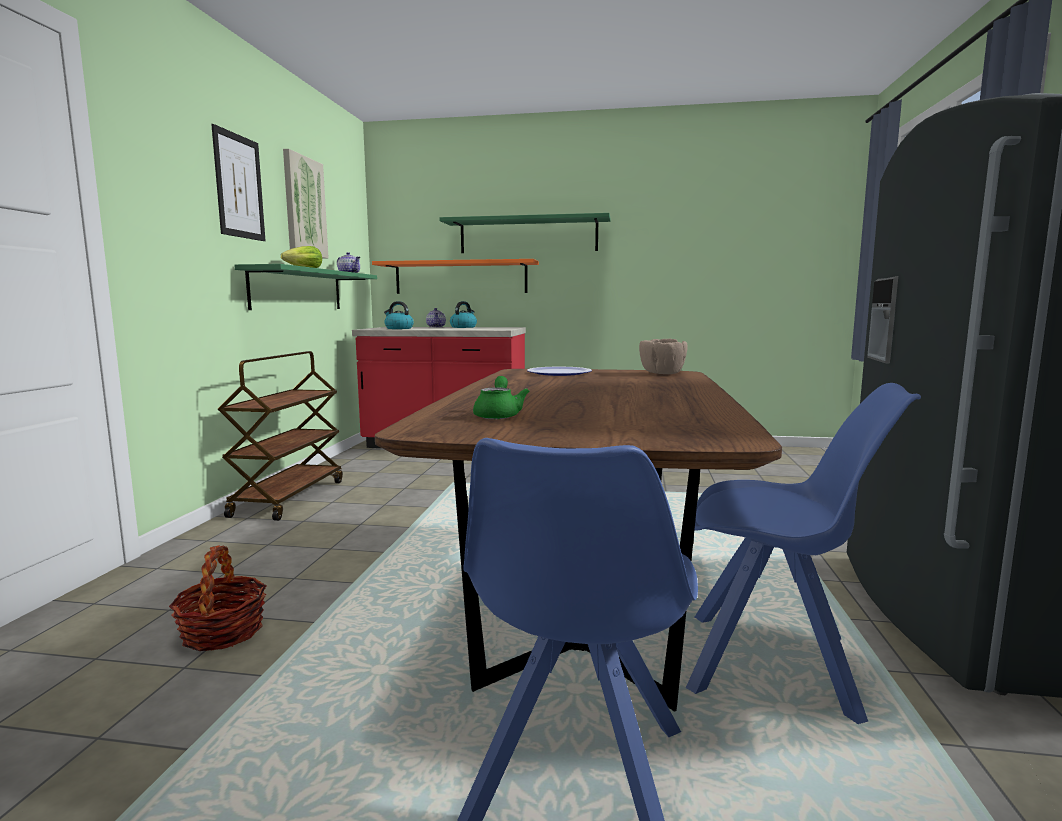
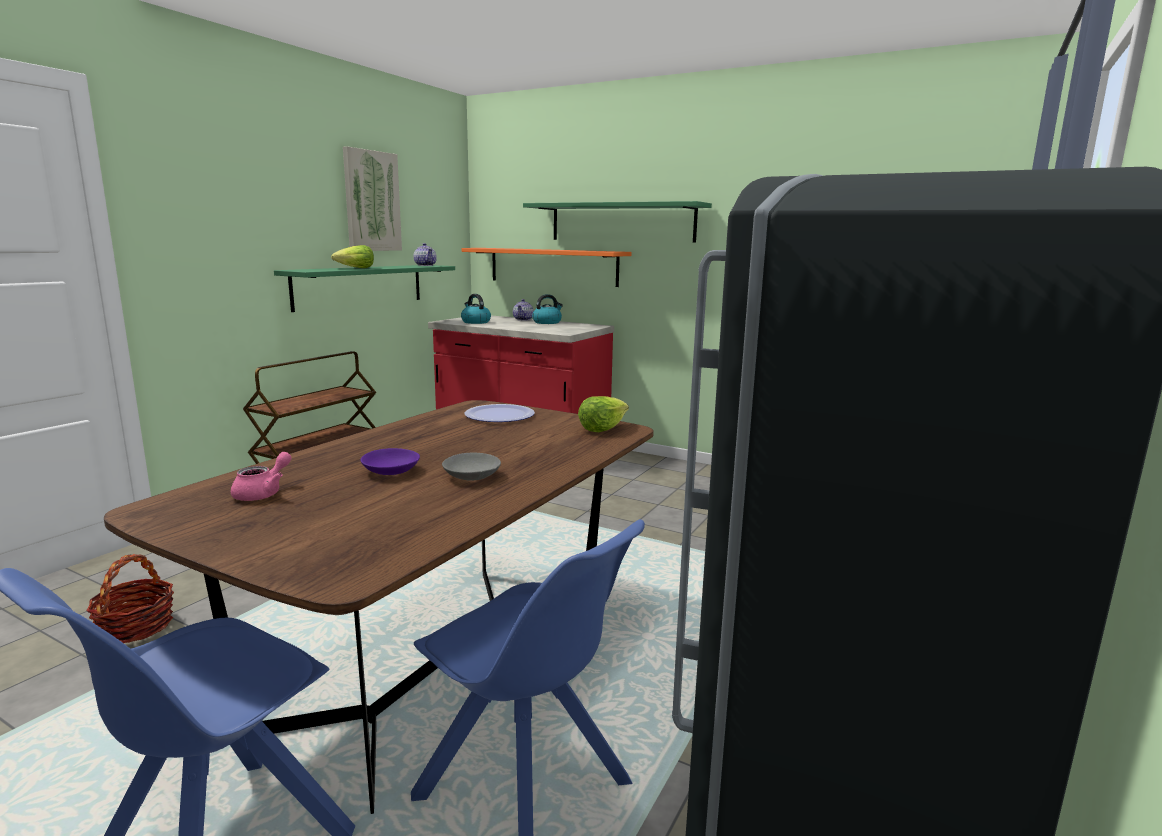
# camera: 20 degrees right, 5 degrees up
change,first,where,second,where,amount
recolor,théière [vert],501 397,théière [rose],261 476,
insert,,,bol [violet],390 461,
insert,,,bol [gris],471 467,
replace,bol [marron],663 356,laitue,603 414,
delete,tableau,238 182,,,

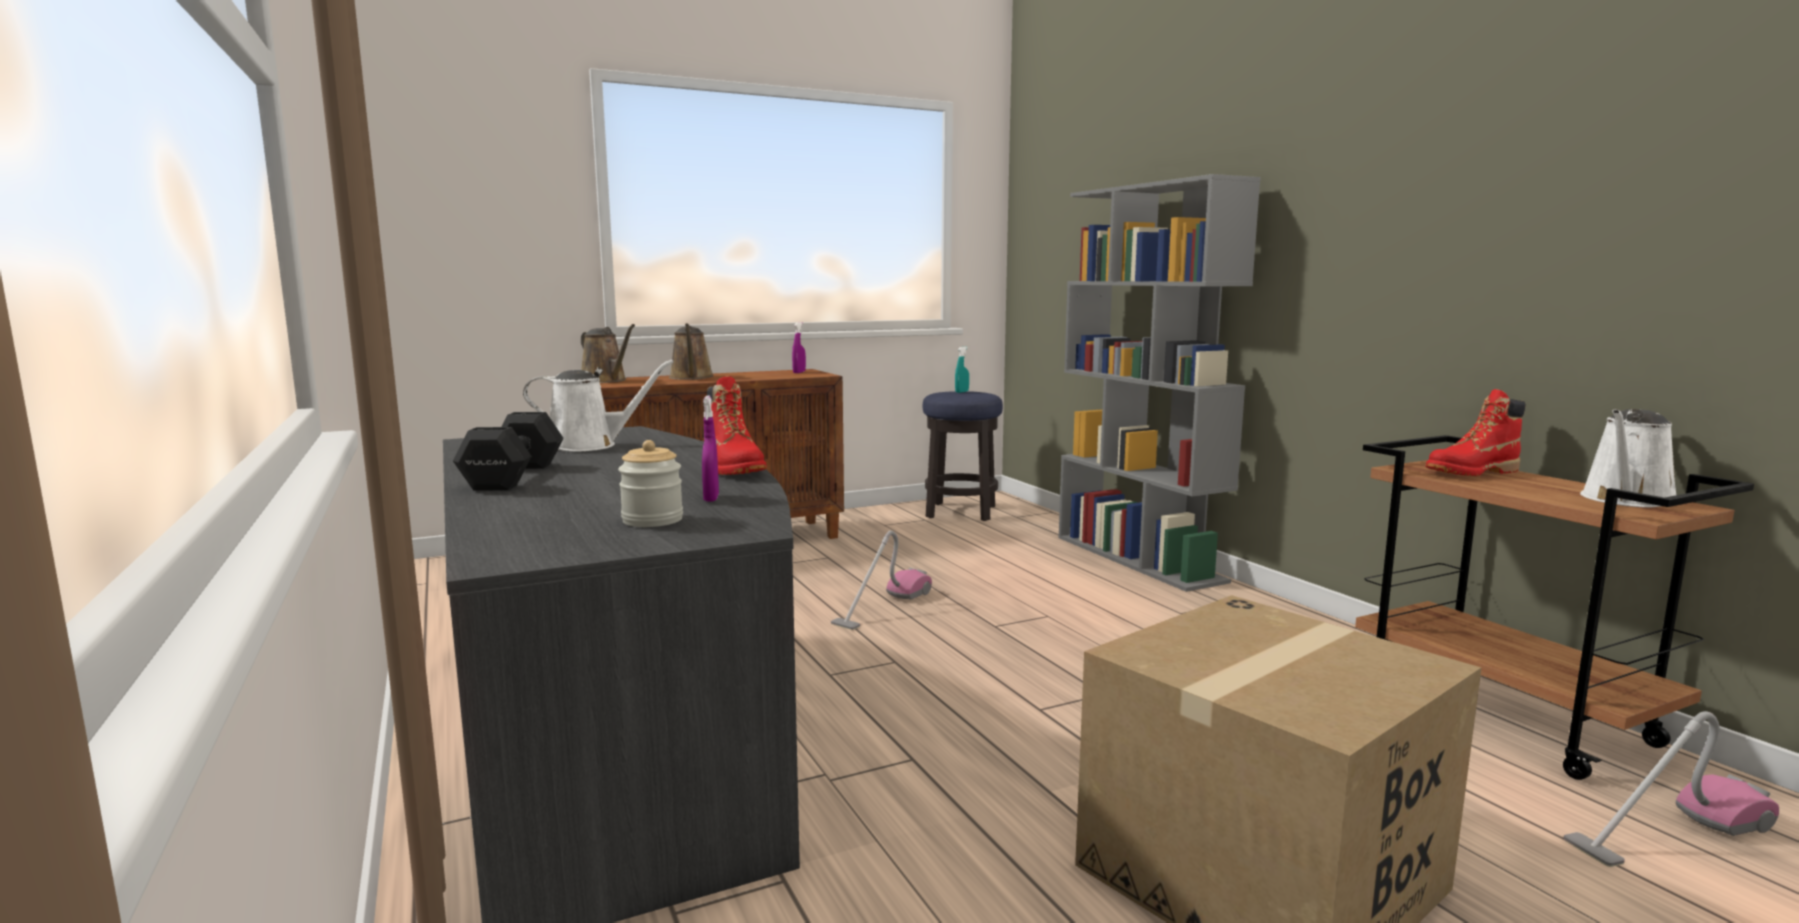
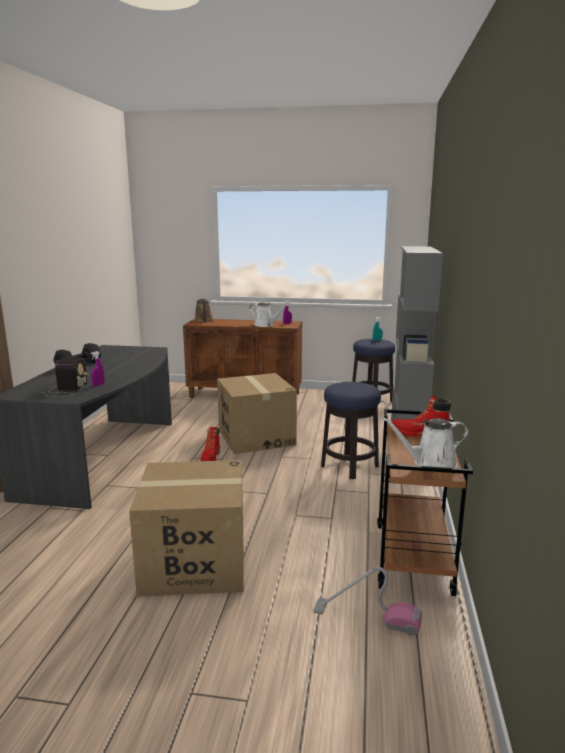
# camera: 35 degrees right, 5 degrees up
change,first,where,second,where,amount
replace,bocal,650 483,radio,63 377,
move,botte [rouge],737 425,,210 444,
replace,aspirateur,881 580,carton,257 413,
move,arrosoir [blanc],598 406,,269 314,
insert,,,tabouret,351 430,
delete,arrosoir [marron],691 351,,,

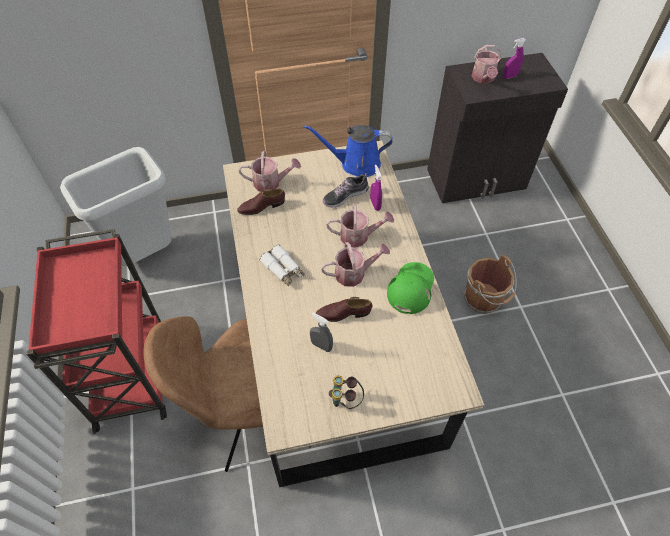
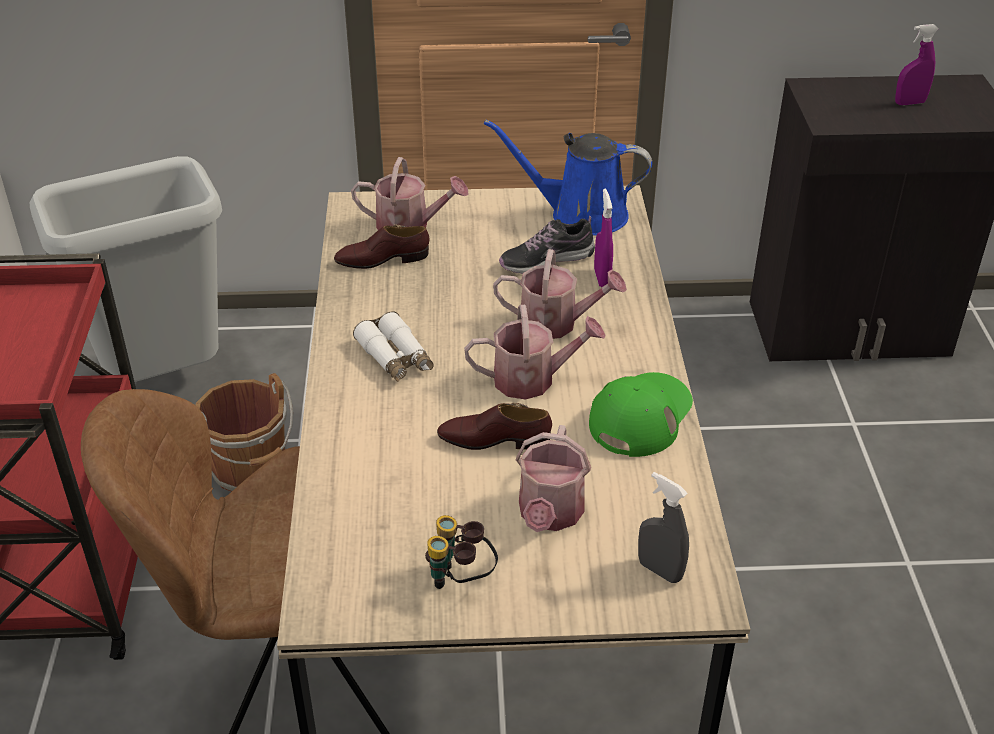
# camera: 10 degrees right, 15 degrees down
change,first,where,second,where,amount
move,seau [marron],490 284,,244 432,
move,arrosoir,486 64,,553 478,
move,vaporisateur [gris],321 332,,663 527,

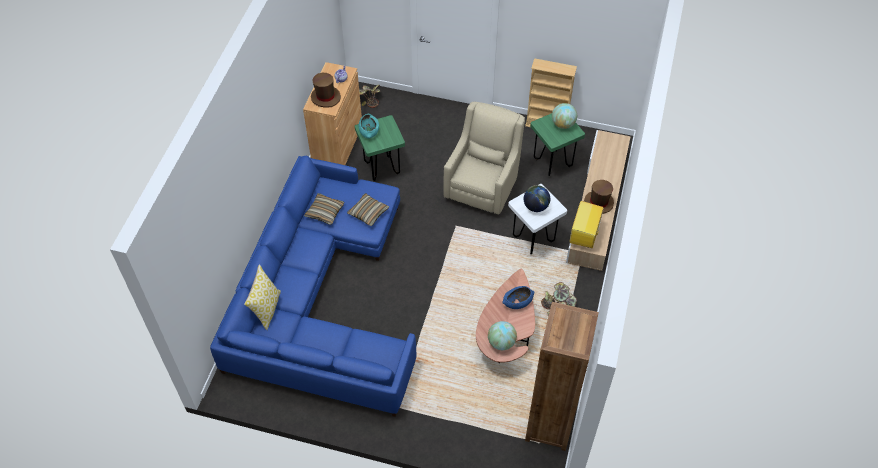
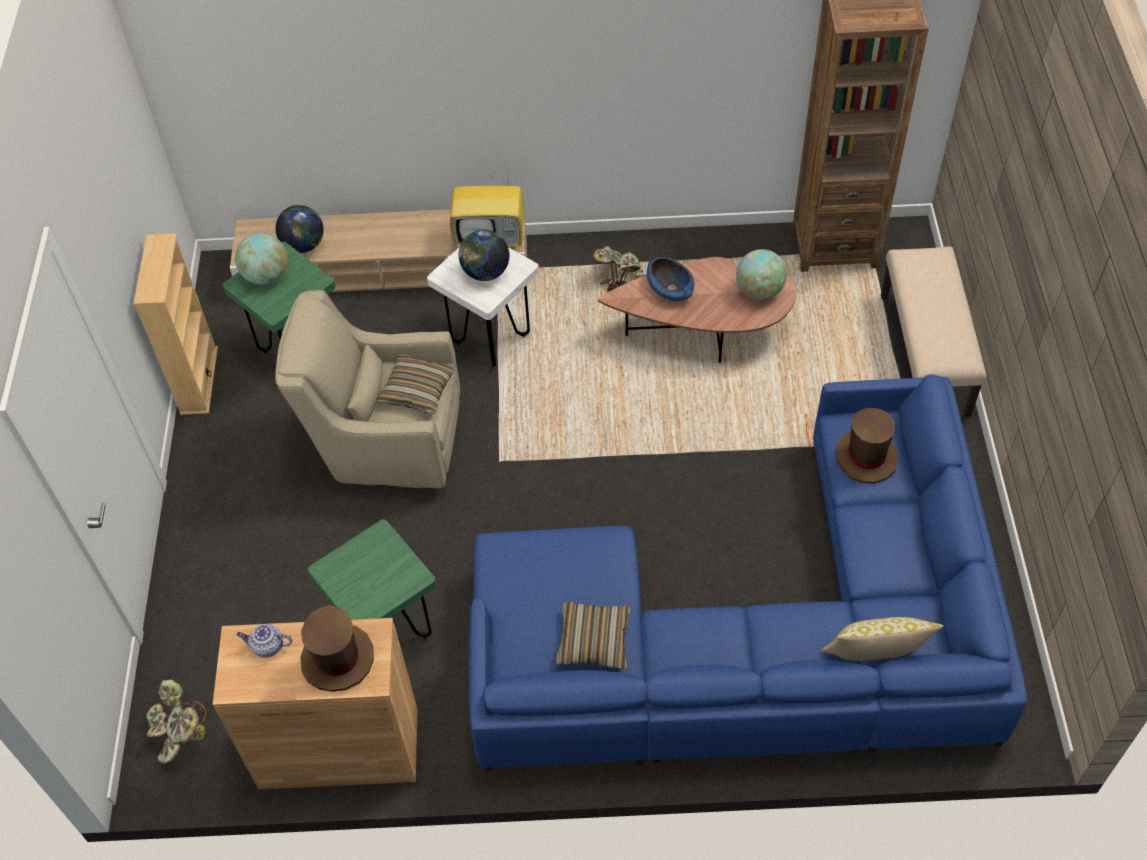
# camera: 105 degrees left, 0 degrees up
change,first,where,second,where,amount
insert,,,globe,300 229,
move,coussin,368 209,,415 384,
move,chapeau [marron],599 197,,867 445,
insert,,,banc [beige],934 331,
delete,bol [turquoise],369 126,,,

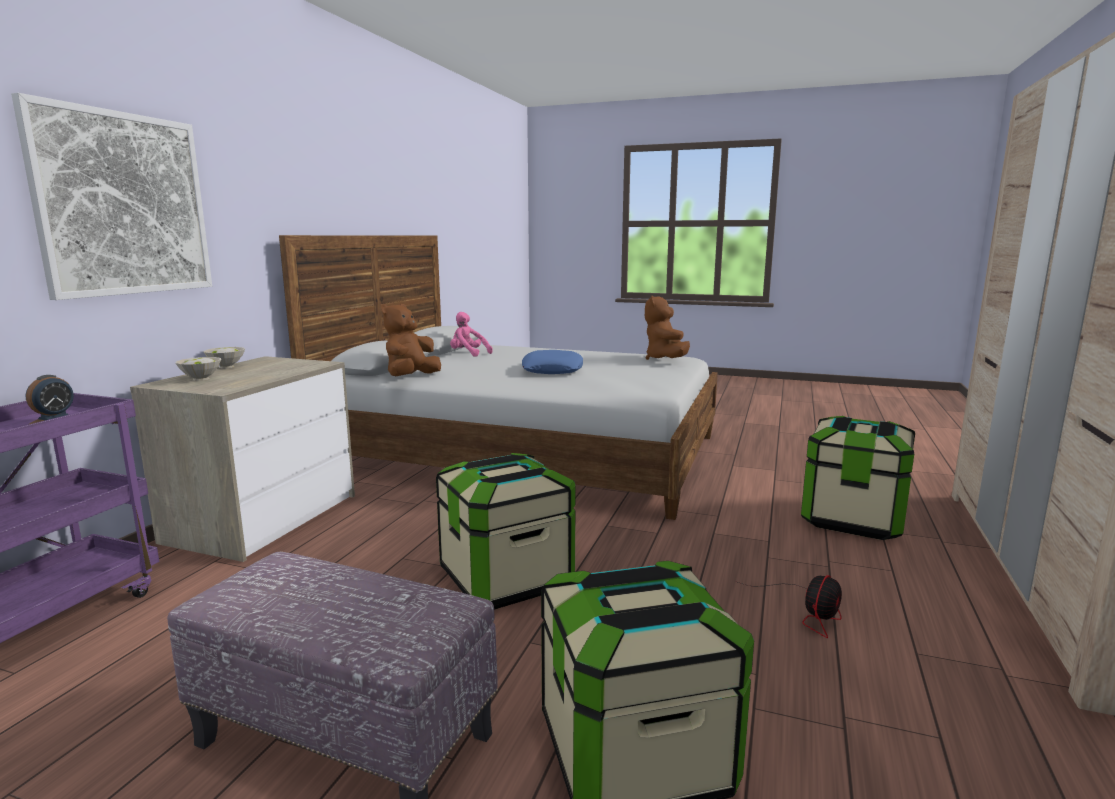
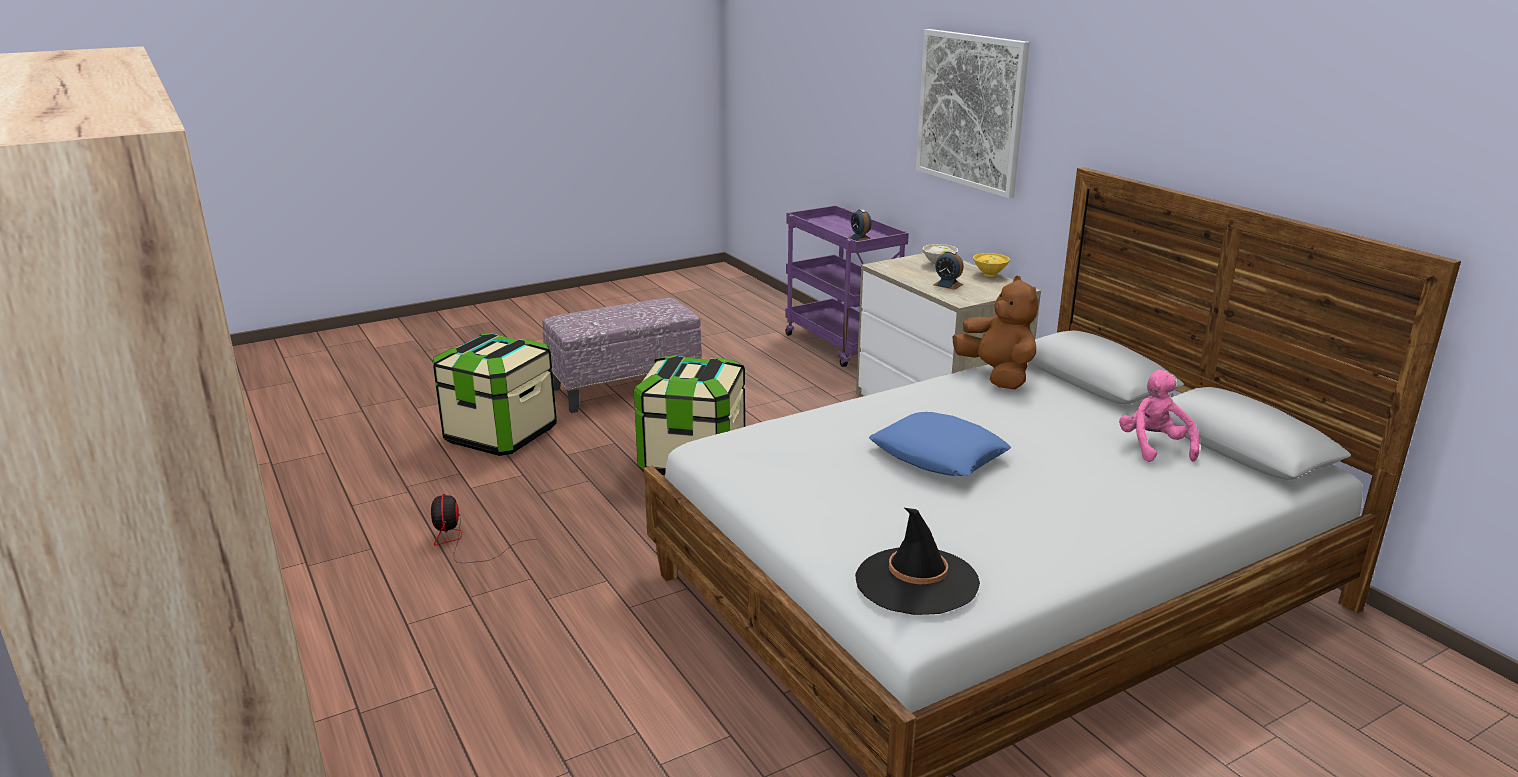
# camera: 130 degrees right, 10 degrees up
change,first,where,second,where,amount
replace,peluche [marron],667 328,chapeau [noir],917 561,
insert,,,réveil,948 270,
recolor,bol [blanc],224 358,bol [jaune],991 265,
rotate,peluche [rose],471 334,,1159 416,75 degrees counterclockwise
delete,boîte de rangement,858 478,,,

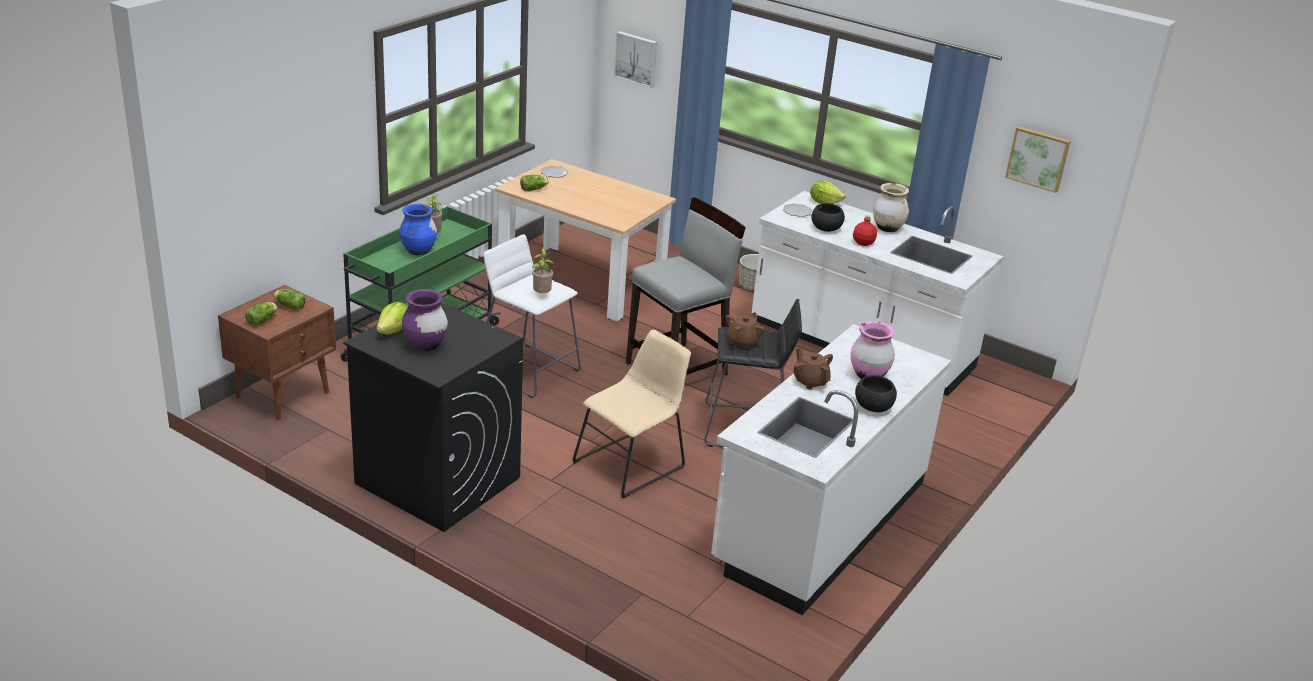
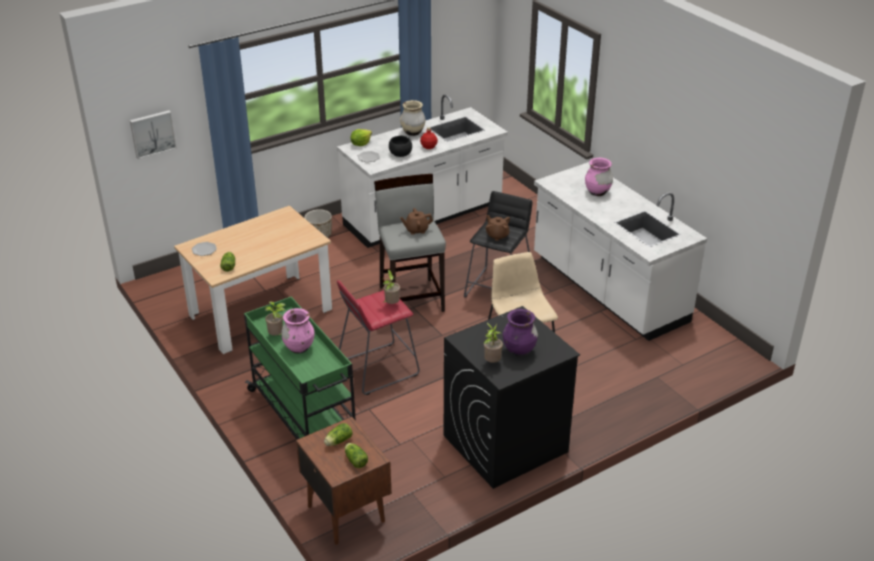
# camera: 65 degrees left, 5 degrees up
change,first,where,second,where,amount
recolor,vase [bleu],418 229,vase [rose],298 330,
recolor,tabouret [blanc],532 316,tabouret [rouge],378 337,
move,théière [marron],813 369,,416 221,
replace,laitue,392 318,plante en pot,493 342,
delete,bol [noir],876 394,,,
delete,tableau,1037 159,,,

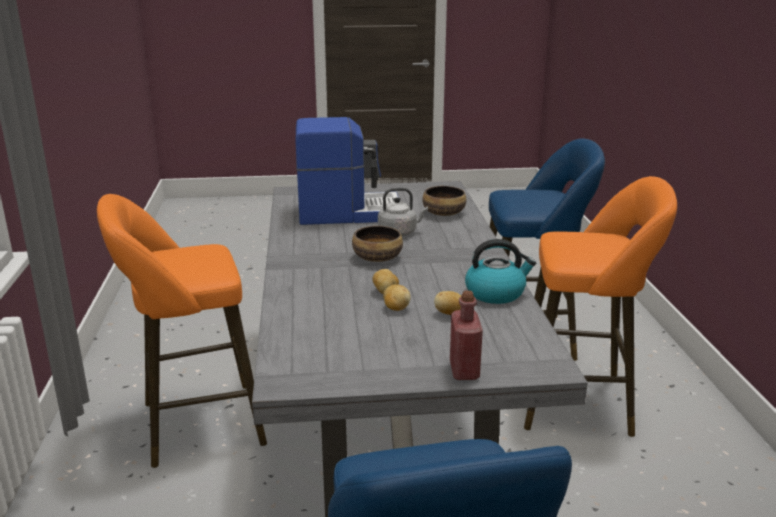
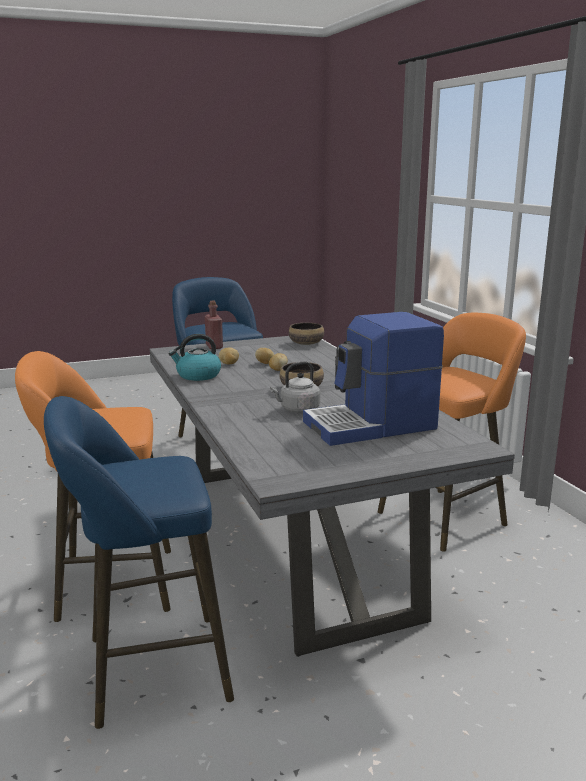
# camera: 165 degrees right, 5 degrees down
change,first,where,second,where,amount
move,bol,444 201,,306 334,

